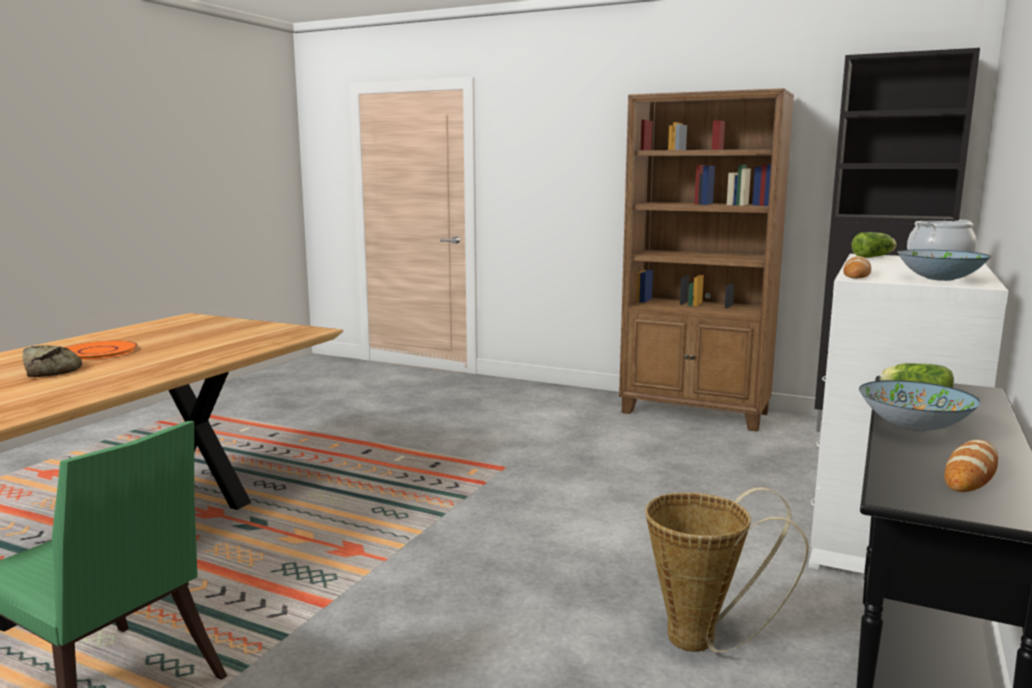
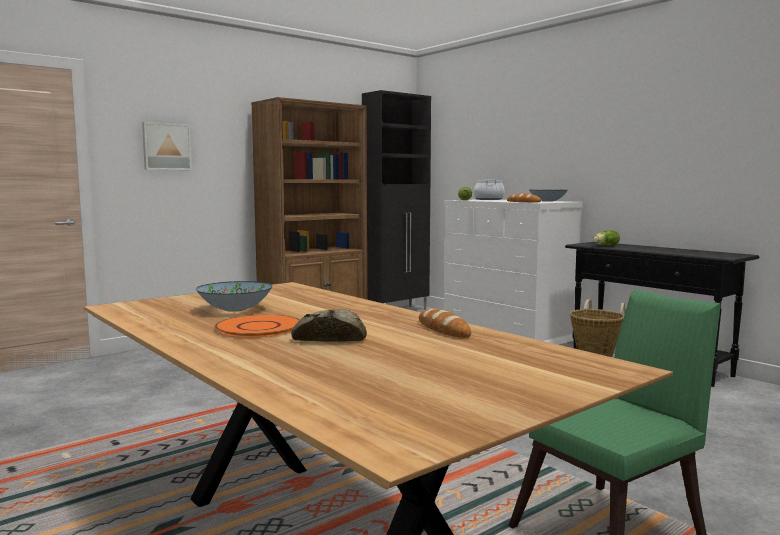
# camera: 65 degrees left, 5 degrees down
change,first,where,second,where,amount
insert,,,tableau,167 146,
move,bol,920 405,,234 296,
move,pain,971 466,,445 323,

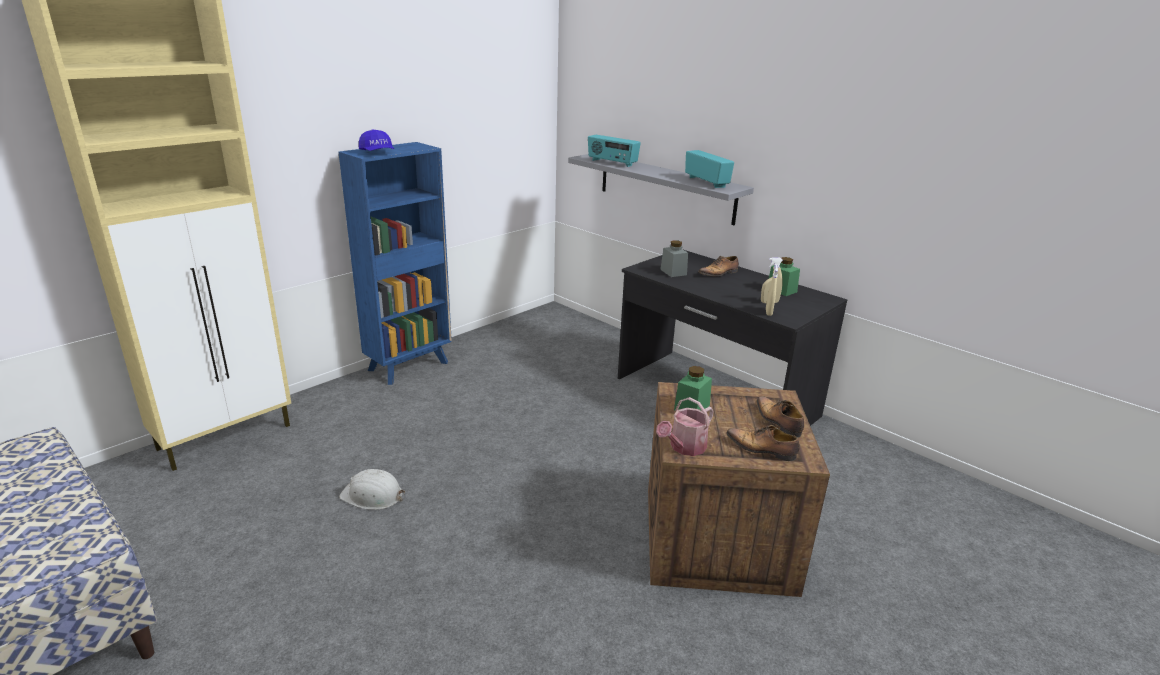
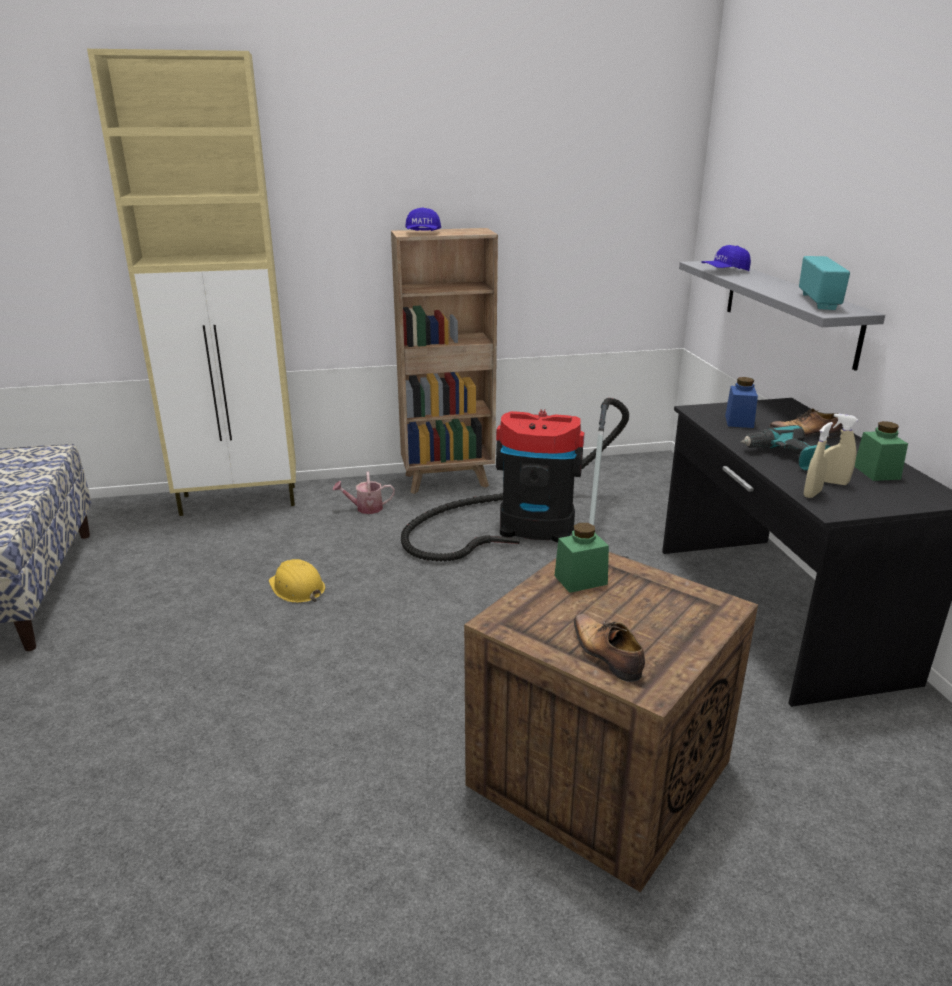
# camera: 35 degrees right, 0 degrees up
change,first,where,second,where,amount
recolor,casque de chantier [blanc],372 489,casque de chantier [jaune],297 581,
move,arrosoir,685 426,,363 493,
recolor,bibliothèque [bleu],395 263,bibliothèque [marron],444 361,
insert,,,aspirateur,515 480,
replace,radio,614 151,casquette [bleu],726 258,
recolor,bocal [gris],674 258,bocal [bleu],741 402,
insert,,,perceuse,785 447,
delete,chaussure,780 417,,,

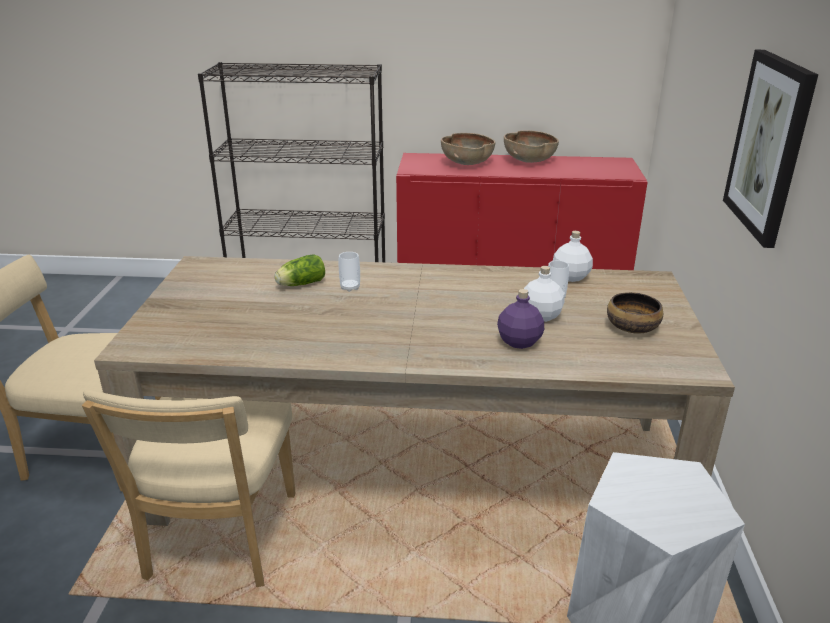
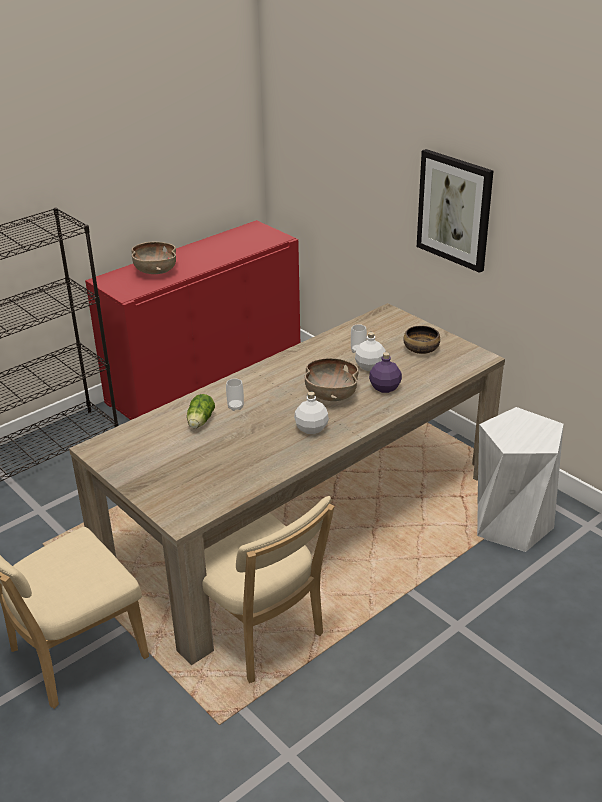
# camera: 45 degrees left, 5 degrees up
change,first,where,second,where,amount
move,bouteille [blanc],573 256,,311 413,
move,bol [marron],531 147,,332 379,

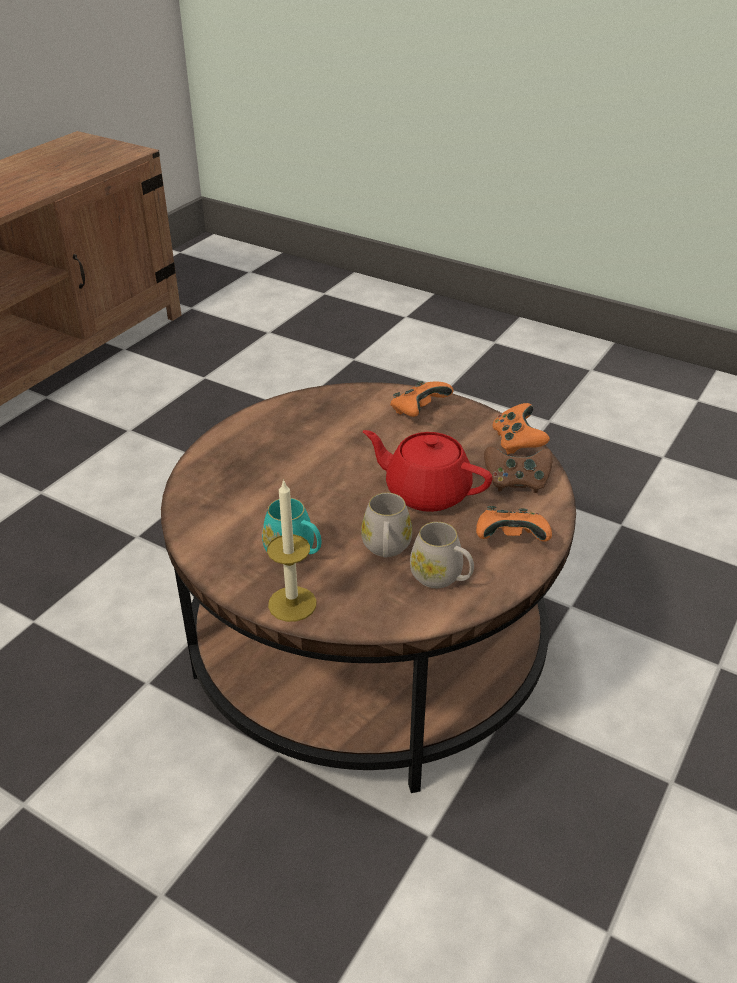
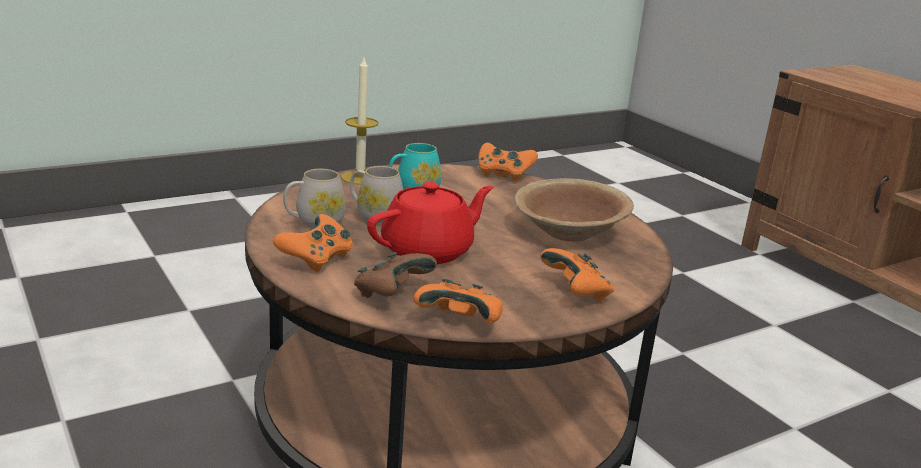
# camera: 115 degrees right, 15 degrees down
change,first,where,second,where,amount
insert,,,manette [orange],508 162,
insert,,,bol [marron],574 210,

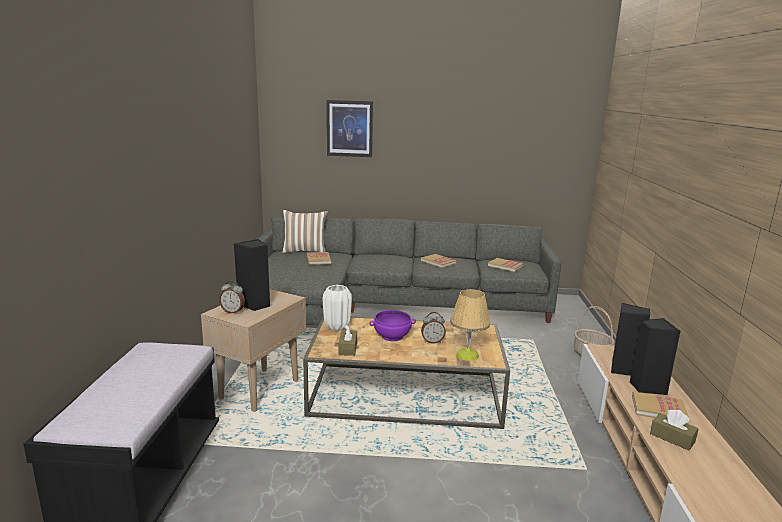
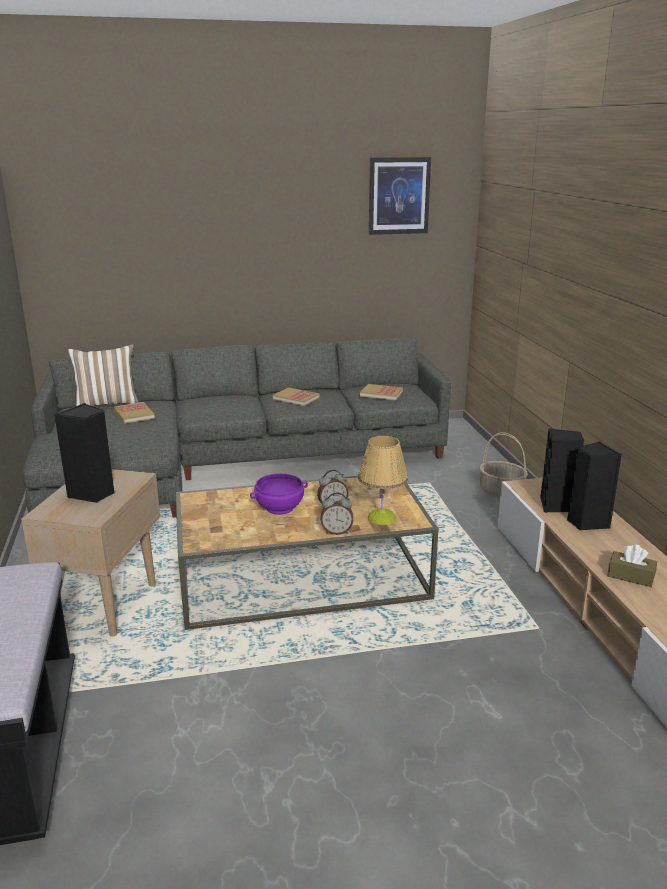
# camera: 15 degrees left, 5 degrees up
change,first,where,second,where,amount
move,réveil,232 297,,337 513,
move,tableau,349 128,,400 196,
delete,vase [blanc],337 308,,,
delete,boîte à mouchoirs [marron],348 340,,,
delete,livre,660 407,,,

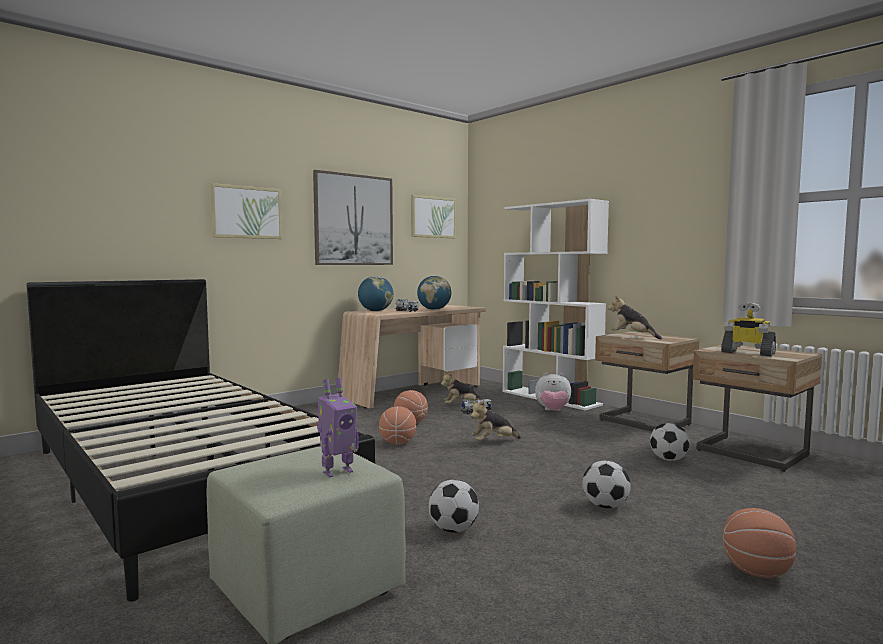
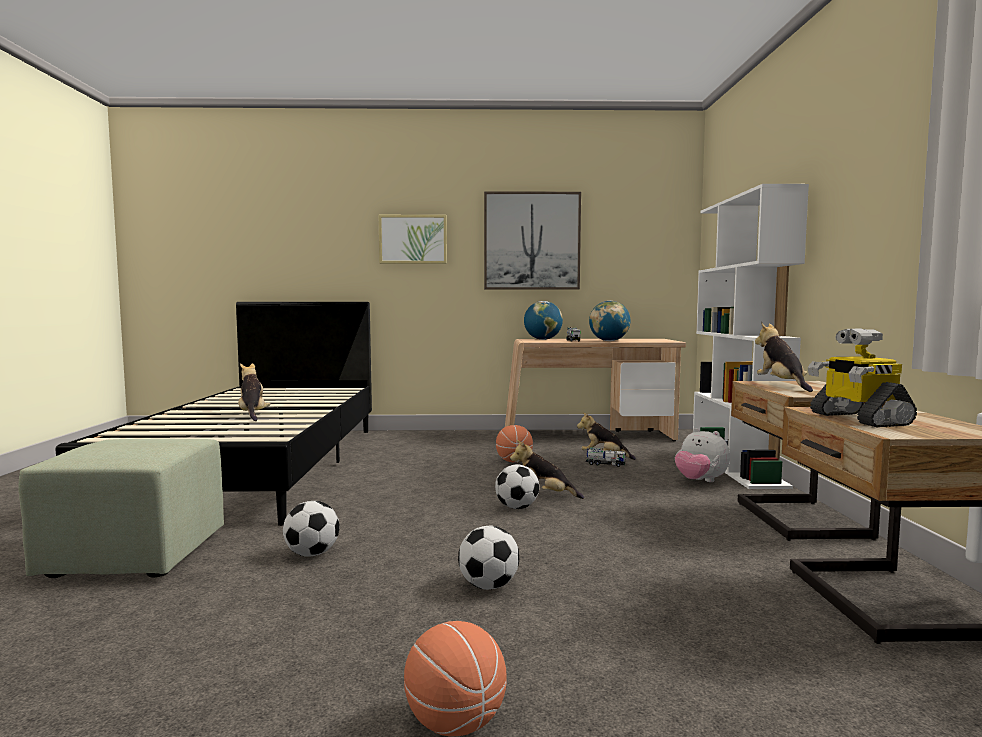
# camera: 40 degrees right, 0 degrees up
change,first,where,second,where,amount
insert,,,peluche,254 392,
move,ballon de foot,670 442,,517 486,
delete,robot jouet,338 427,,,
delete,ballon de basket,397 425,,,
delete,tableau,433 216,,,

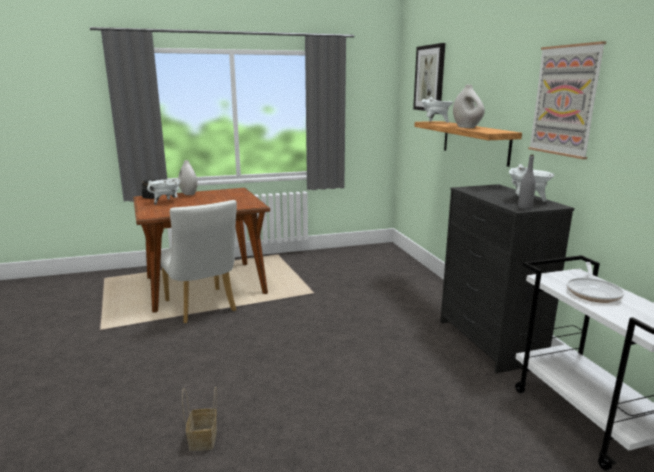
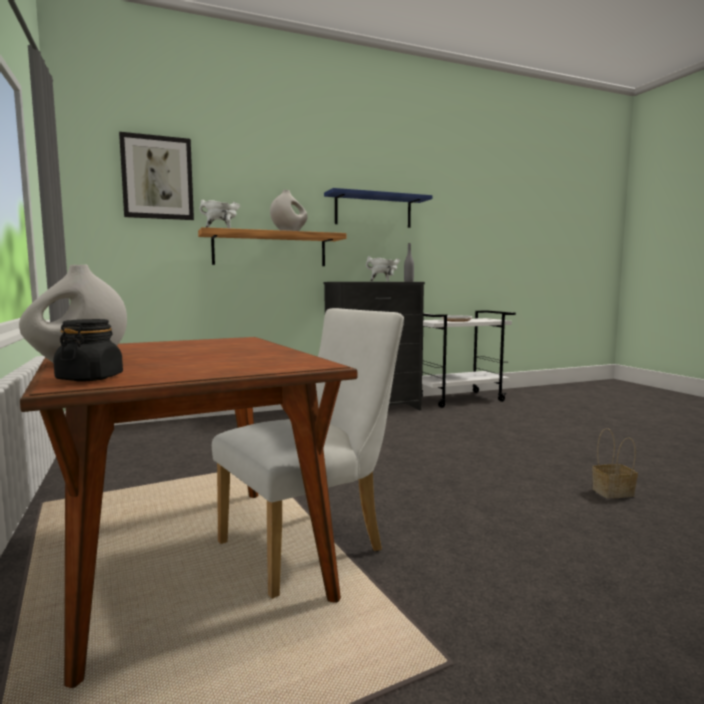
# camera: 95 degrees left, 10 degrees down
change,first,where,second,where,amount
replace,tableau,567 100,étagère [bleu],378 208,
delete,marmite [blanc],164 192,,,

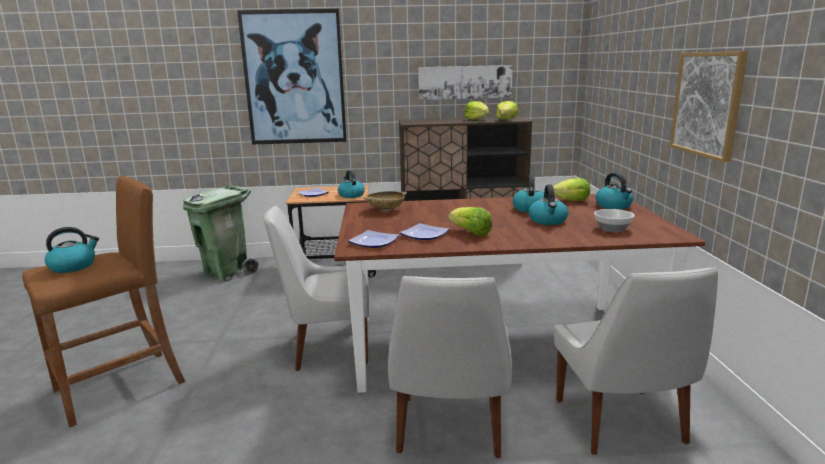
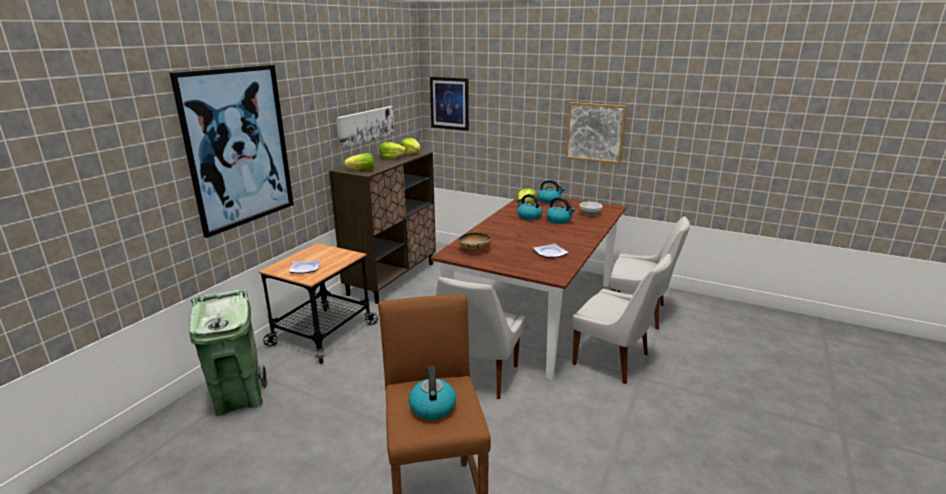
# camera: 60 degrees left, 5 degrees up
change,first,where,second,where,amount
move,laitue,470 221,,359 161,
insert,,,tableau,449 104,
delete,bouilloire,351 184,,,
delete,assiette,373 239,,,

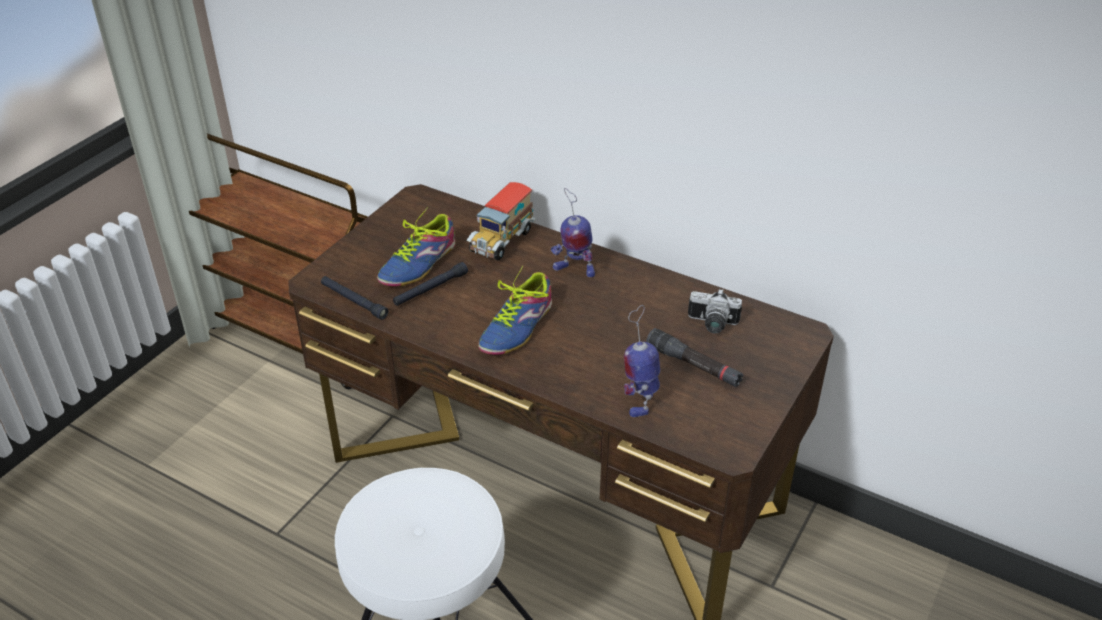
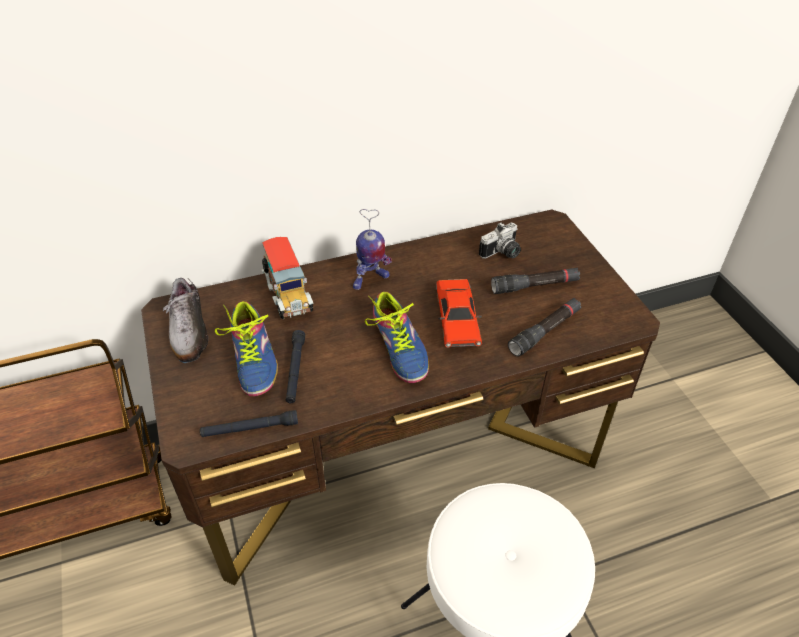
# camera: 50 degrees left, 5 degrees up
change,first,where,second,where,amount
insert,,,chaussure,185 320,
insert,,,petite voiture [rouge],459 313,
replace,robot jouet,642 361,lampe de poche [noir],545 327,

